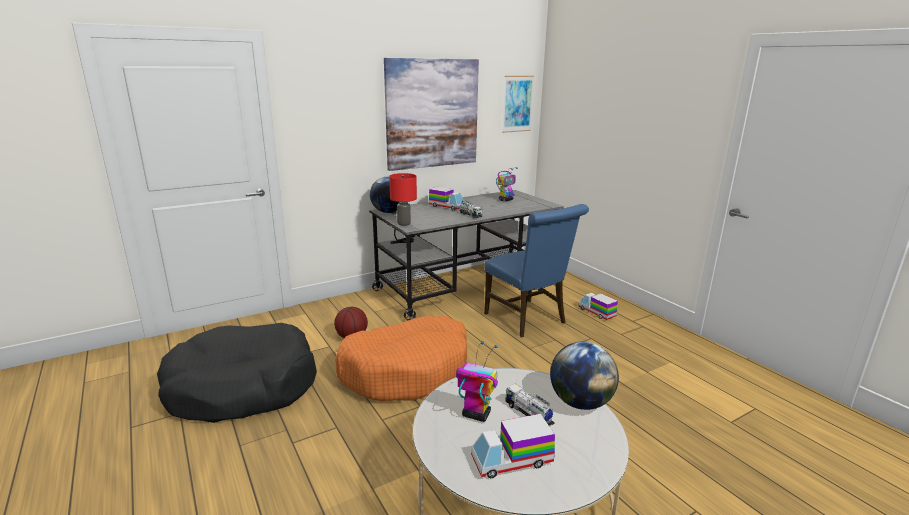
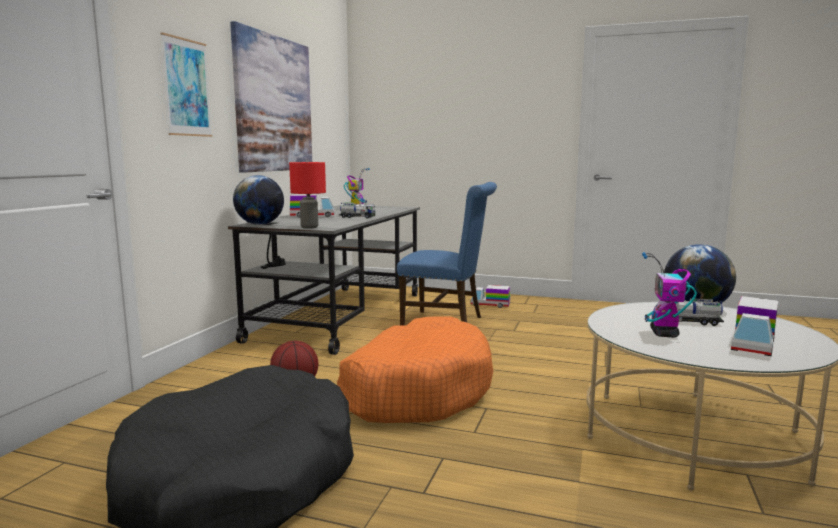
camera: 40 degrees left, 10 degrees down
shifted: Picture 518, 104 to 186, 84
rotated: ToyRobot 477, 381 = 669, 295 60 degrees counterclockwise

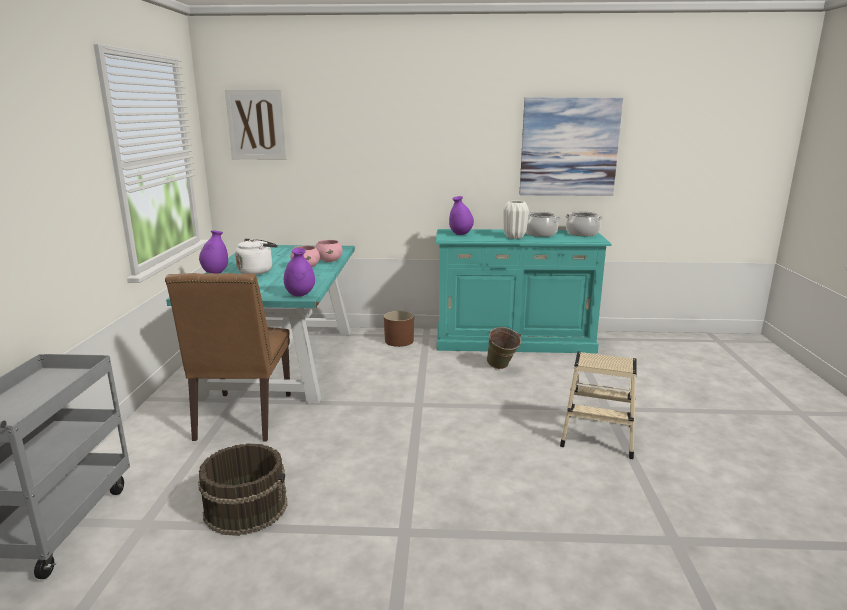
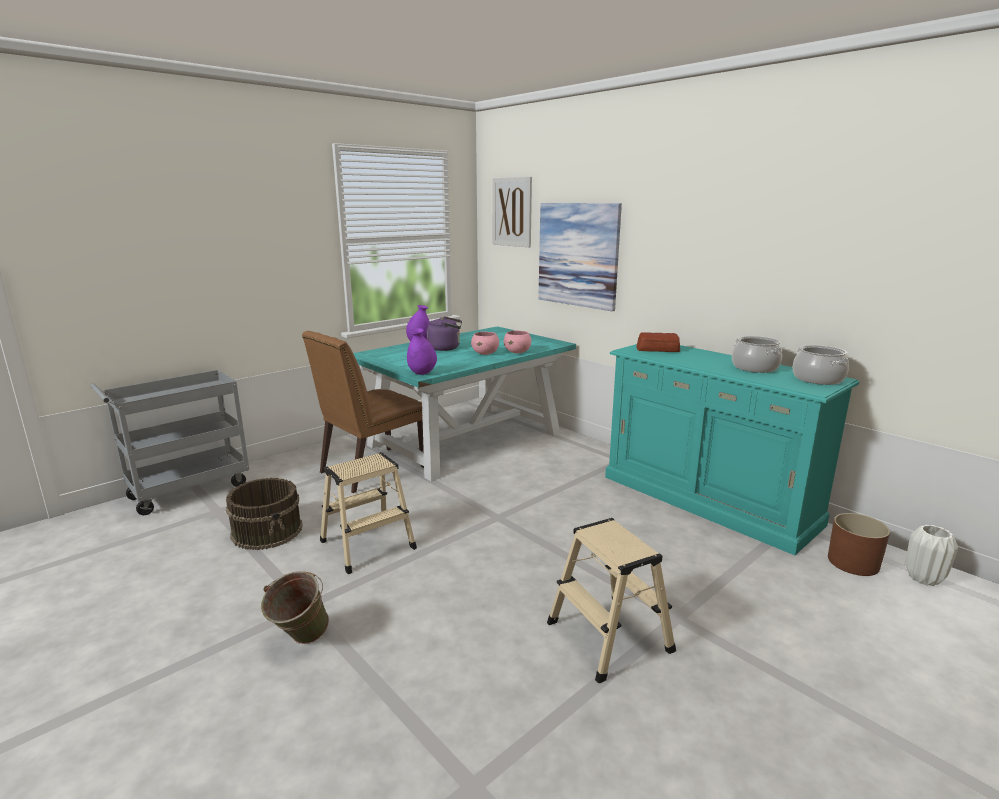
camera: 45 degrees right, 0 degrees up
new: BeigeStepLadder 368, 513
shifted: BrownPlanter 399, 329 to 859, 544; GreenBucket 504, 348 to 295, 607; WhiteVase 516, 220 to 932, 555; Picture 571, 146 to 580, 257
swapped: PurpleVase 461, 215 to Bread 658, 342
repainted: WhiteKettle 256, 256 to PurpleKettle 444, 334

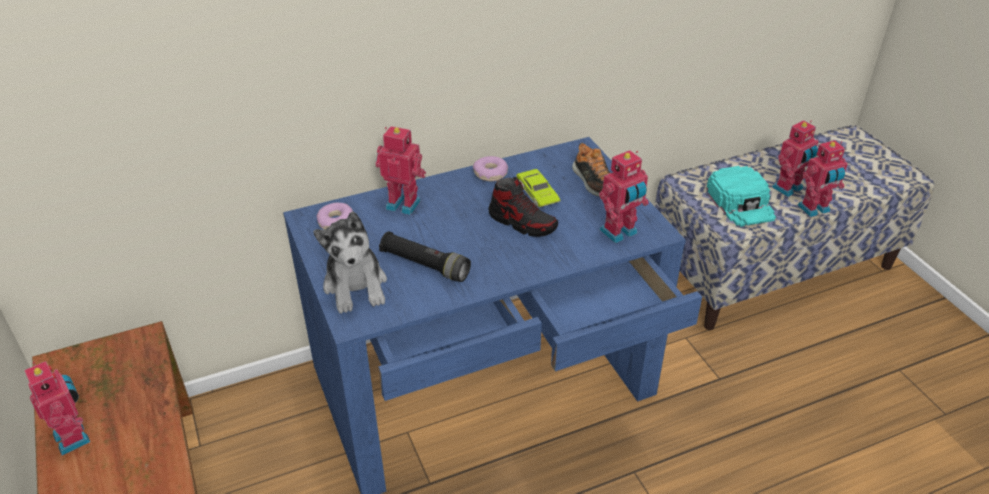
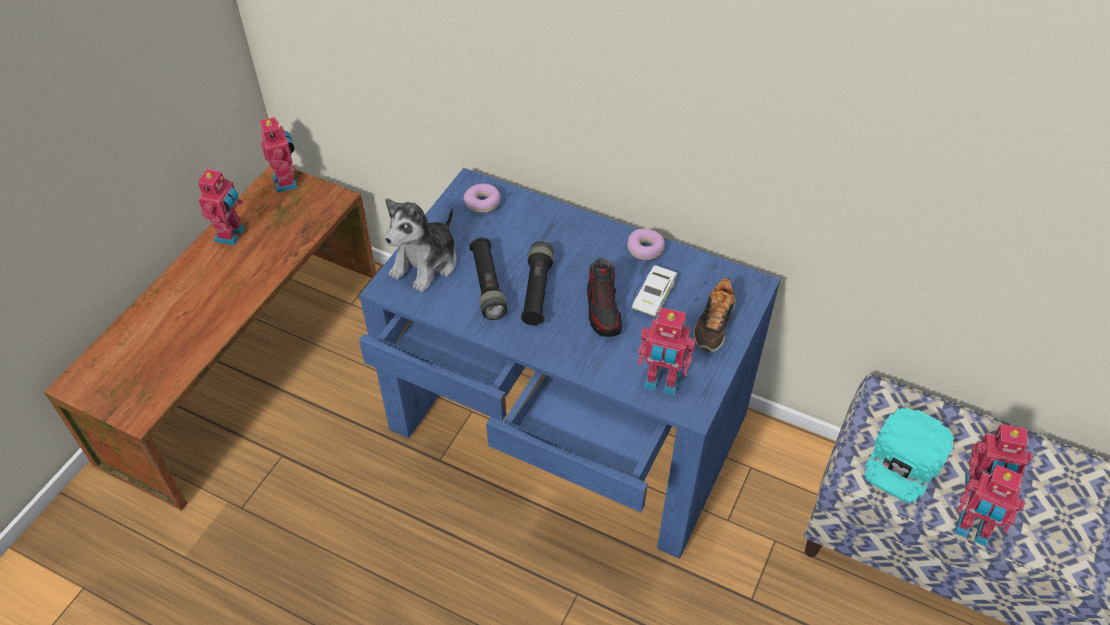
camera: 50 degrees right, 10 degrees up
new: BlackFlashlight 537, 283
shifted: ToyRobot 401, 170 to 279, 154
repainted: GreenToyCar 538, 188 to WhiteToyCar 654, 291

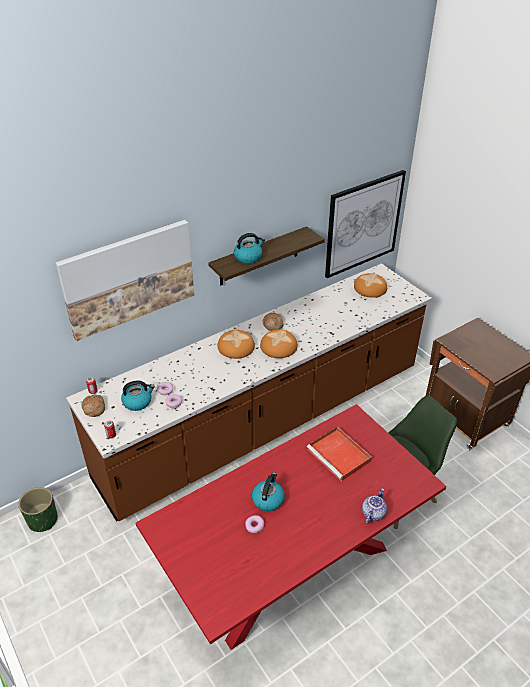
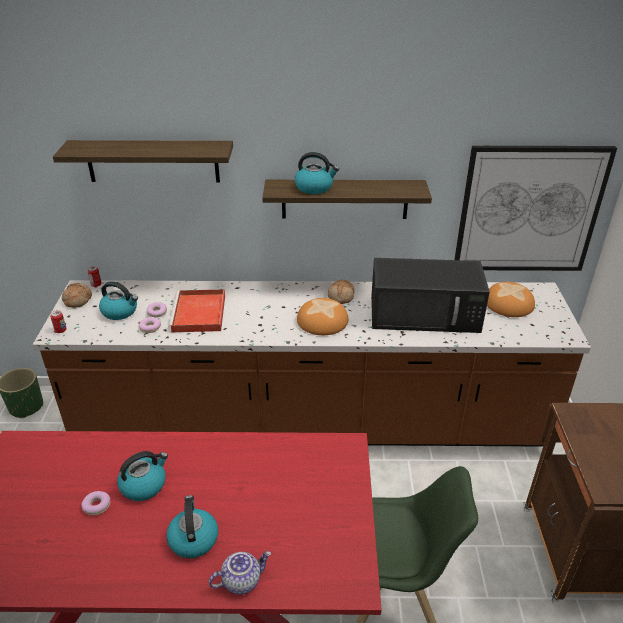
camera: 35 degrees right, 5 degrees down
gone: Bread 236, 344
new: Kettle 192, 526; BlackMicrowave 430, 295
shifted: RedTray 339, 453 to 196, 310
swapped: Picture 124, 280 to Shelf 143, 161

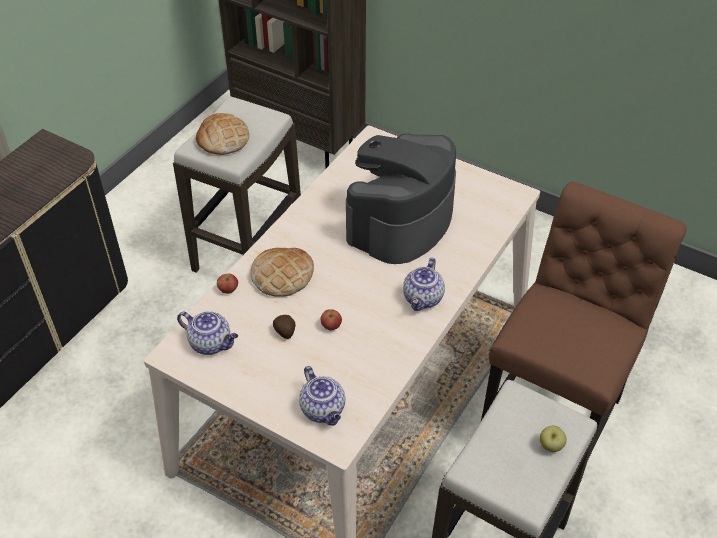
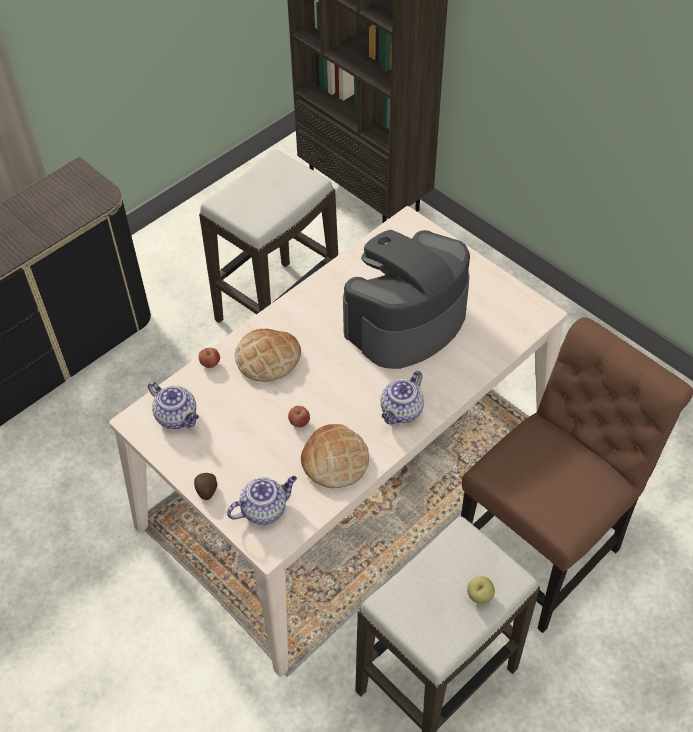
camera: 15 degrees right, 5 degrees up
shifted: Bread 222, 134 to 335, 456; Potato 284, 327 to 205, 486
rotated: Teapot 322, 396 = 262, 500 105 degrees counterclockwise

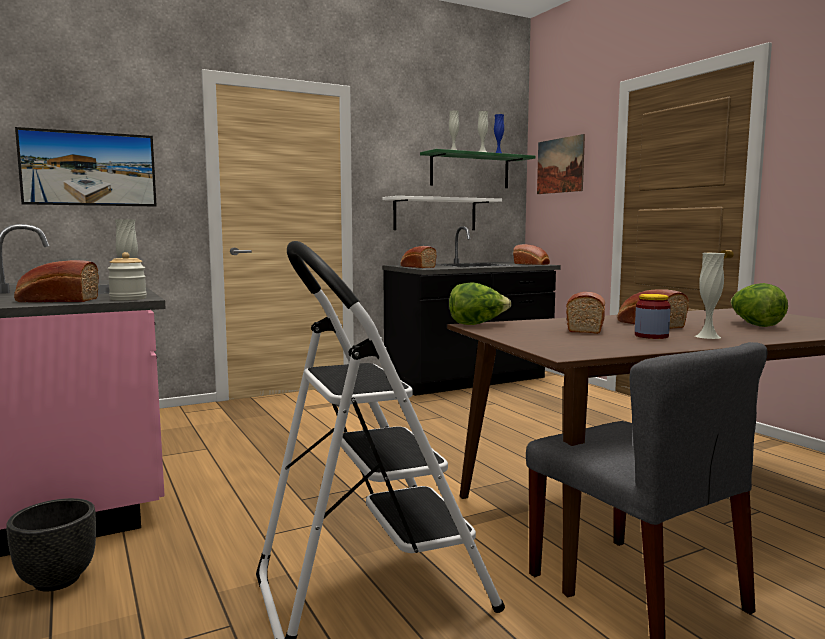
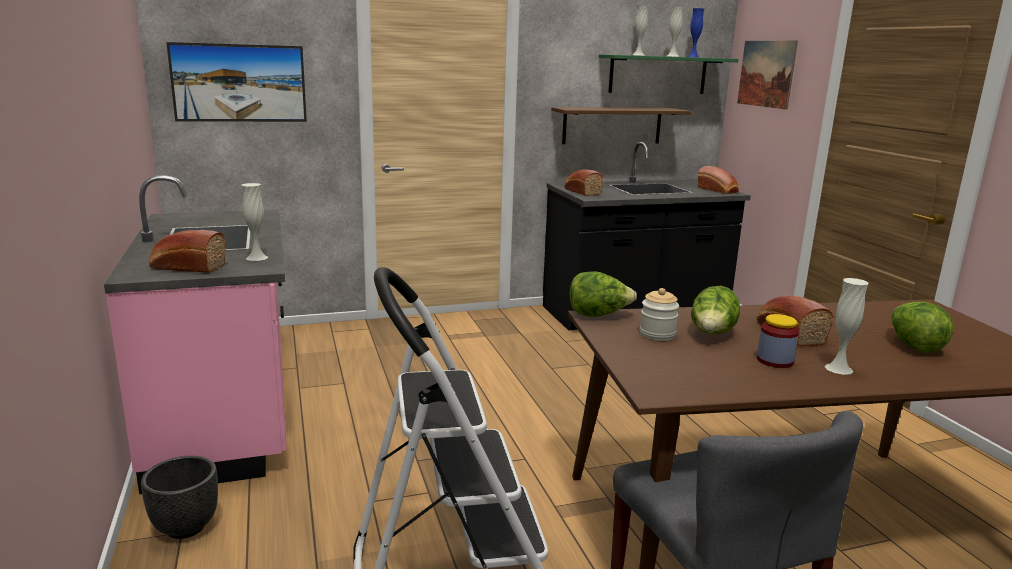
camera: 10 degrees right, 10 degrees up
shifted: Jar 127, 276 to 659, 314
swapped: Bread 585, 313 to Lettuce 715, 310
repainted: WhiteShelf 442, 213 to BrownShelf 621, 125

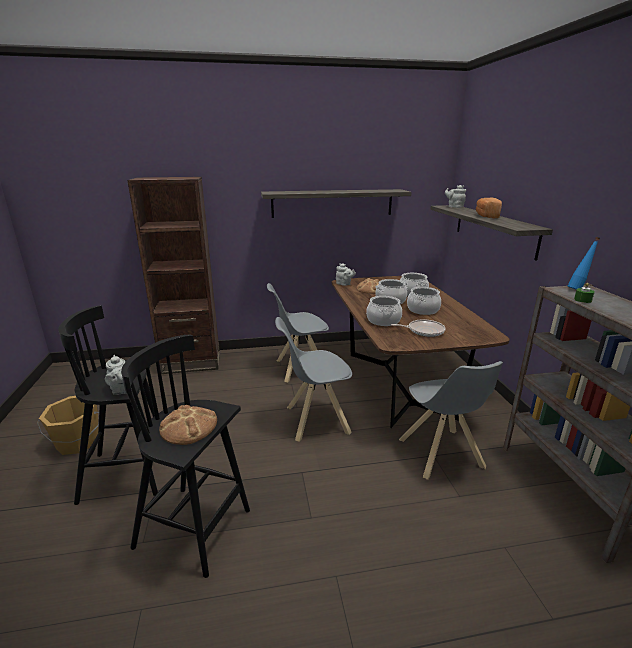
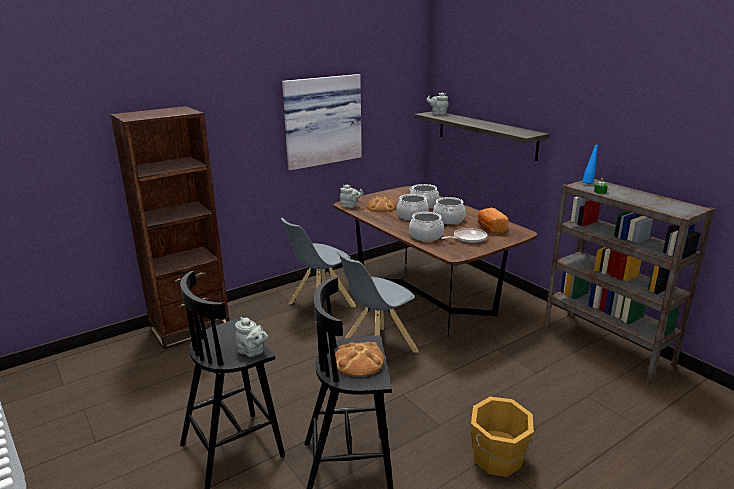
camera: 25 degrees left, 0 degrees up
gone: GreyChair 451, 420
shifted: OrangeBucket 68, 425 to 502, 437; Bread 489, 207 to 493, 220
swapped: Shelf 336, 203 to Picture 322, 122

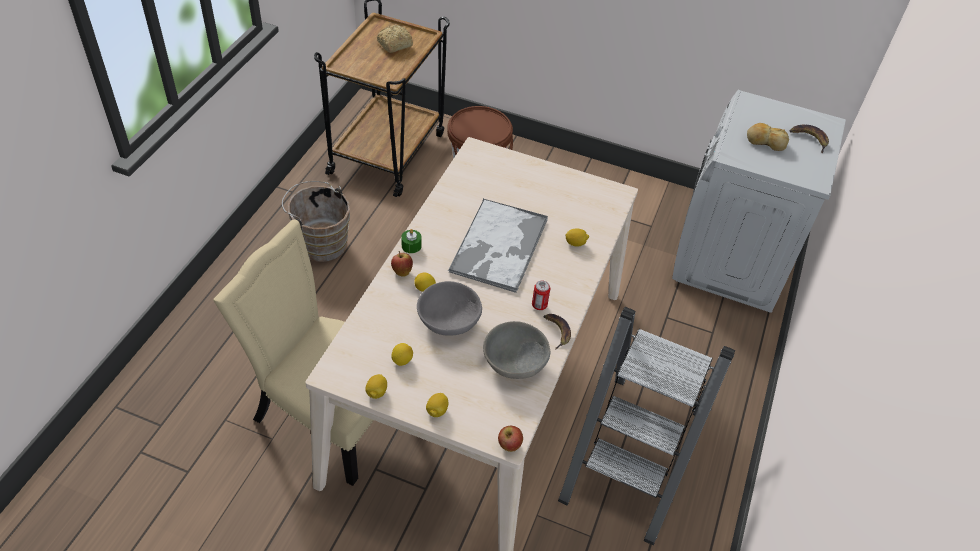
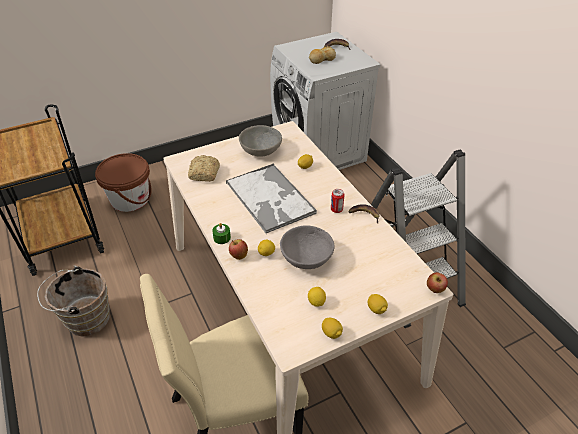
camera: 45 degrees left, 5 degrees down
shifted: Bread 395, 39 to 204, 168; GreyBowl 516, 350 to 260, 141

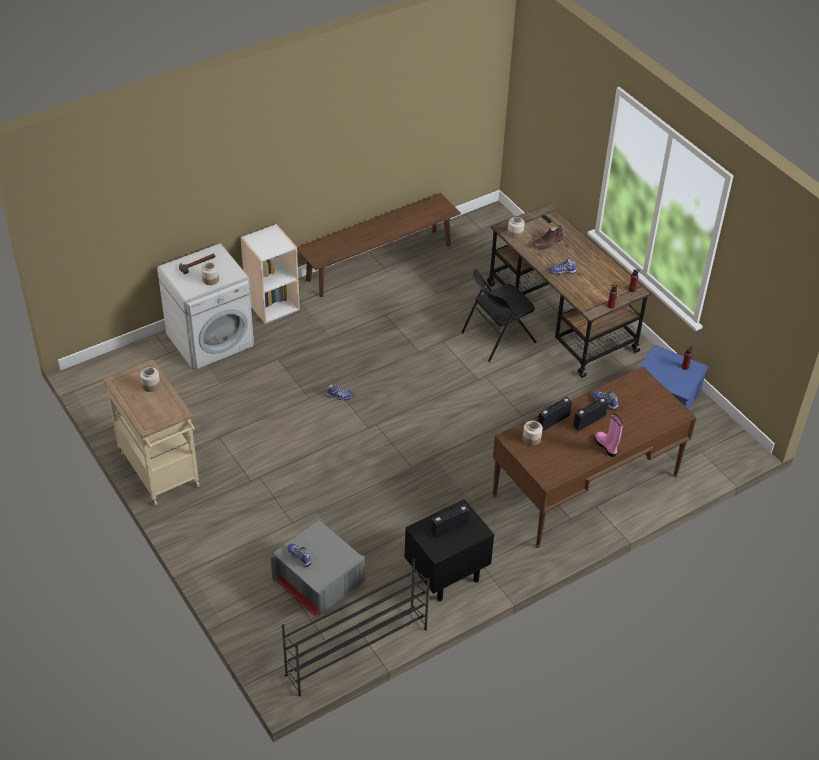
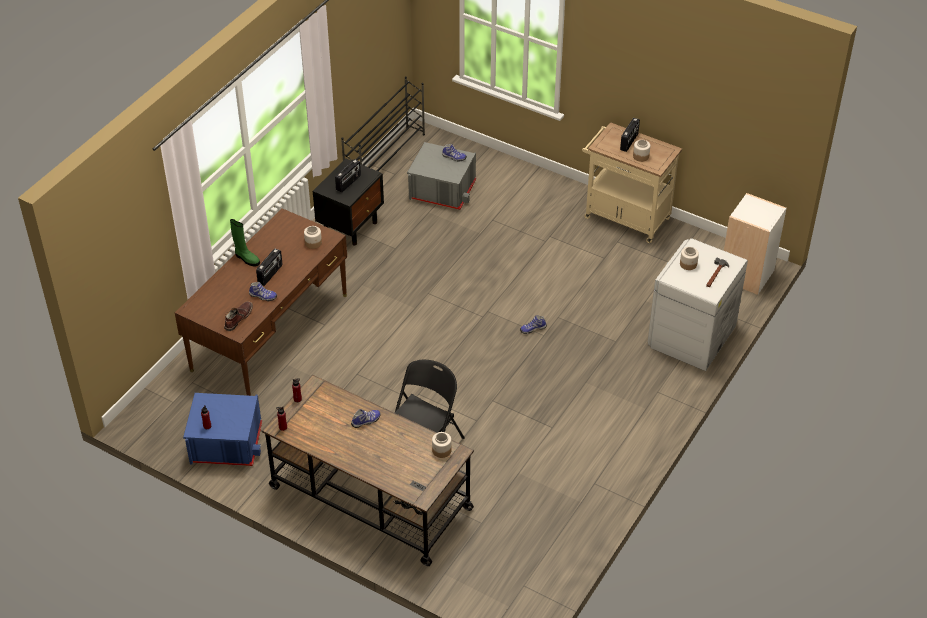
camera: 155 degrees right, 0 degrees up
gone: BrownBench 379, 245
shifted: Bookcase 270, 274 to 755, 244; BrownBoot 547, 237 to 238, 316; Radio 555, 414 to 630, 135
repainted: PinkBoot 609, 435 to GreenBoot 245, 243

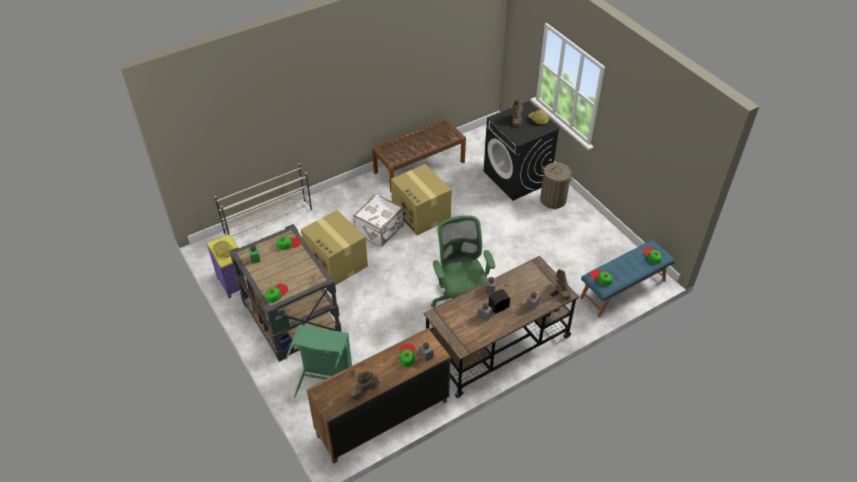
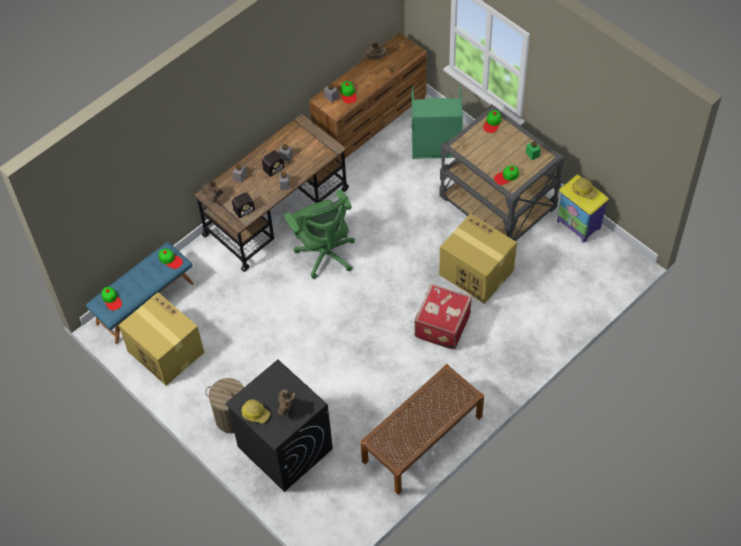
camera: 170 degrees right, 10 degrees up
gone: BeigeShoeRack 263, 199
new: Radio 239, 207
shifted: CardboardBox 421, 199 to 161, 339
repainted: WhiteSuitcase 378, 220 to RedSuitcase 443, 317

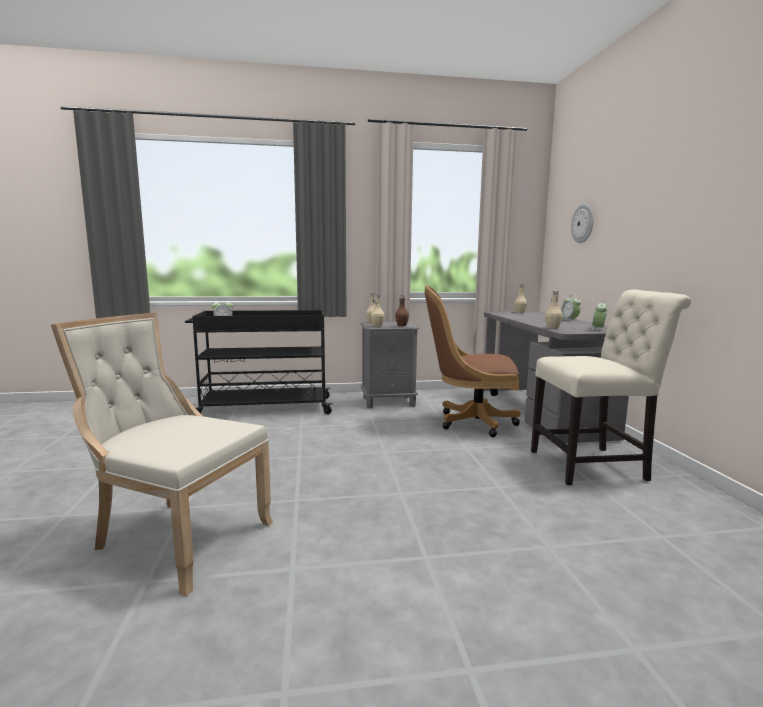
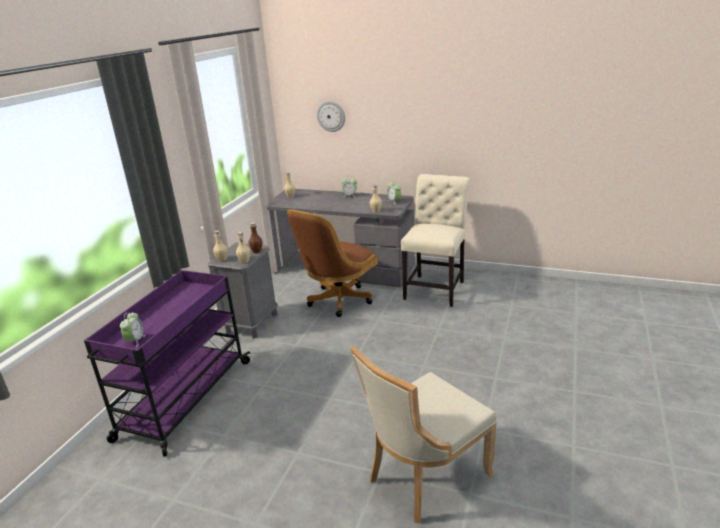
camera: 60 degrees left, 15 degrees up
repainted: BlackCart 259, 362 to PurpleCart 167, 363

